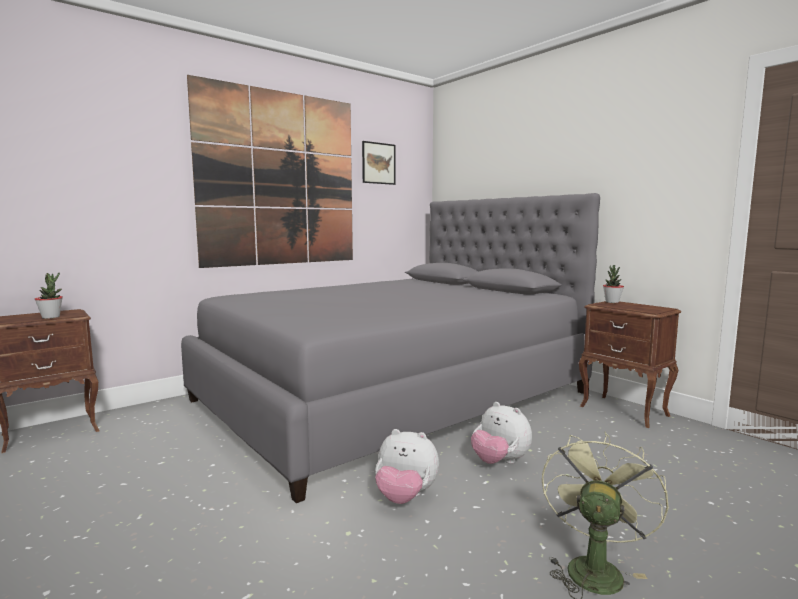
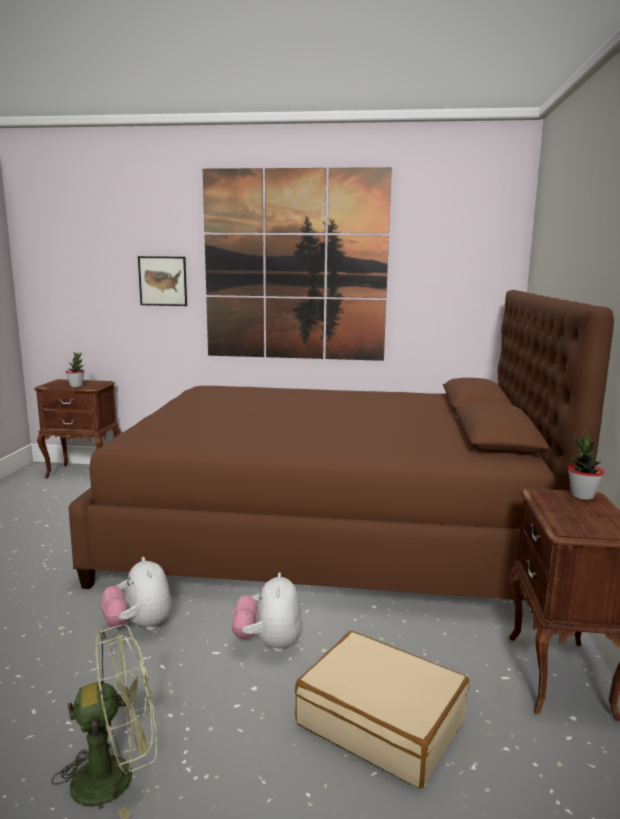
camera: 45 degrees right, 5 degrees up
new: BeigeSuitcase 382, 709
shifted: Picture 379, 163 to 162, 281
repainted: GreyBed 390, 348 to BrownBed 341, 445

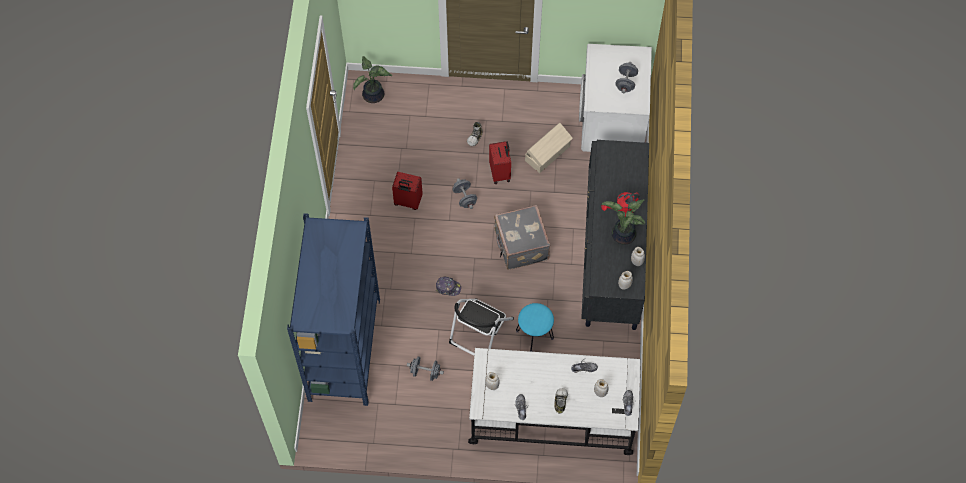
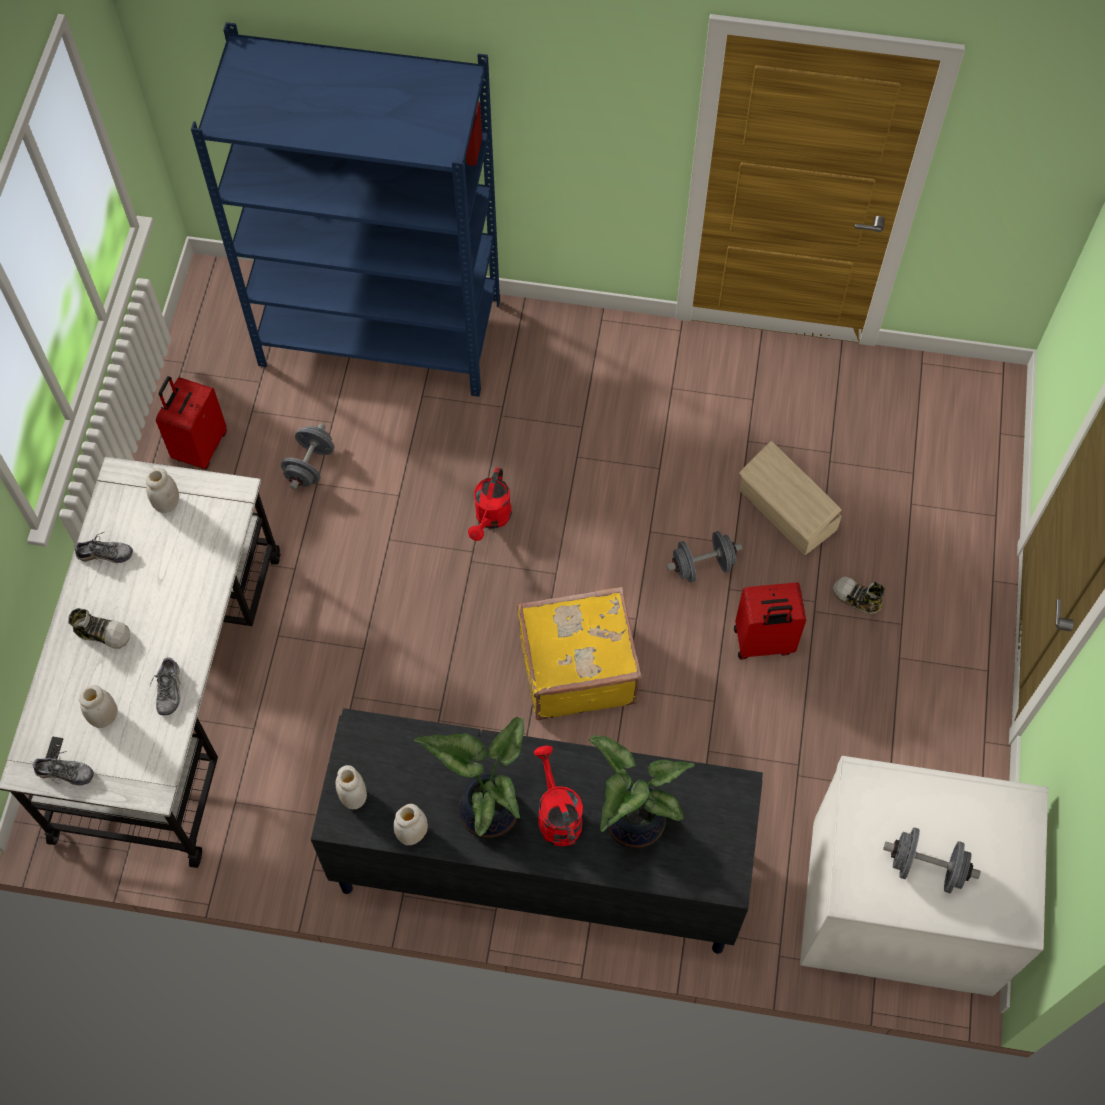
camera: 95 degrees right, 0 degrees up
gone: StepLadder 481, 327; TurquoiseStool 535, 327
shifted: PottedPlant 372, 79 to 642, 792; RedSuitcase 407, 191 to 191, 423; BeigeStorageBox 549, 148 to 790, 498
swapped: Cap 448, 286 to RedWateringCan 490, 504
repainted: GreySuitcase 522, 237 to YellowSuitcase 579, 653

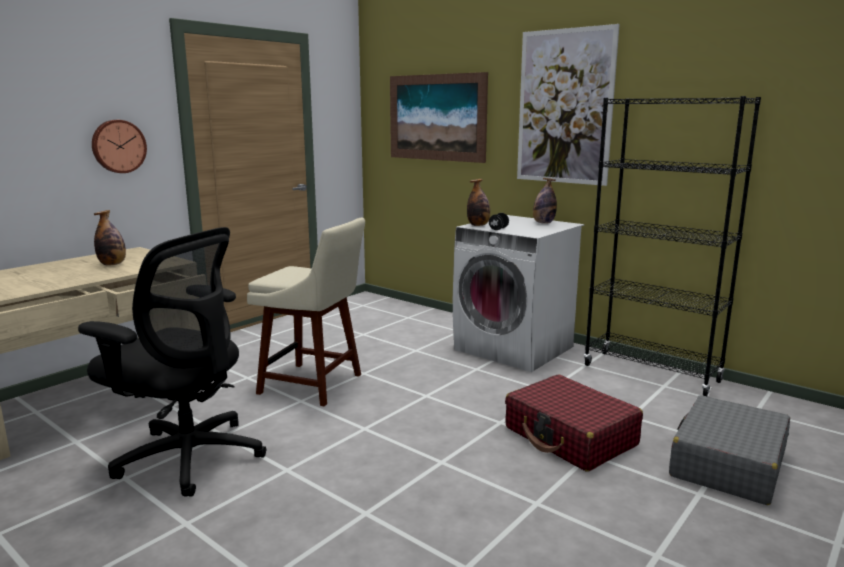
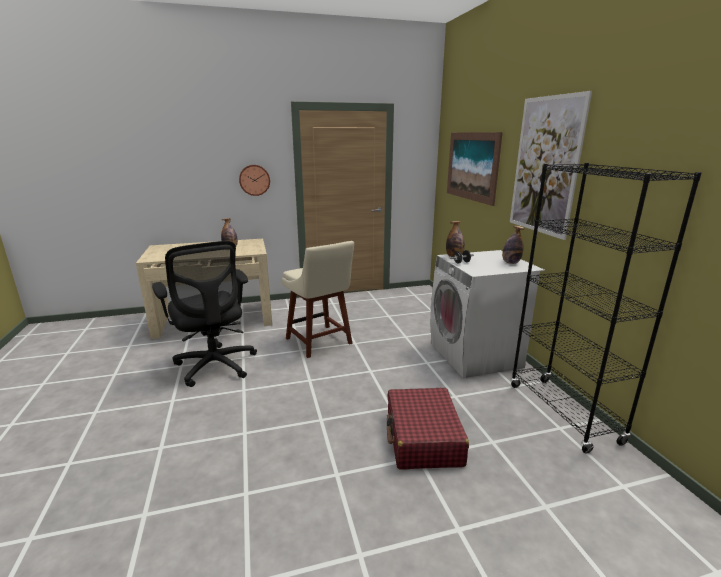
camera: 35 degrees right, 5 degrees up
gone: GreySuitcase 729, 450

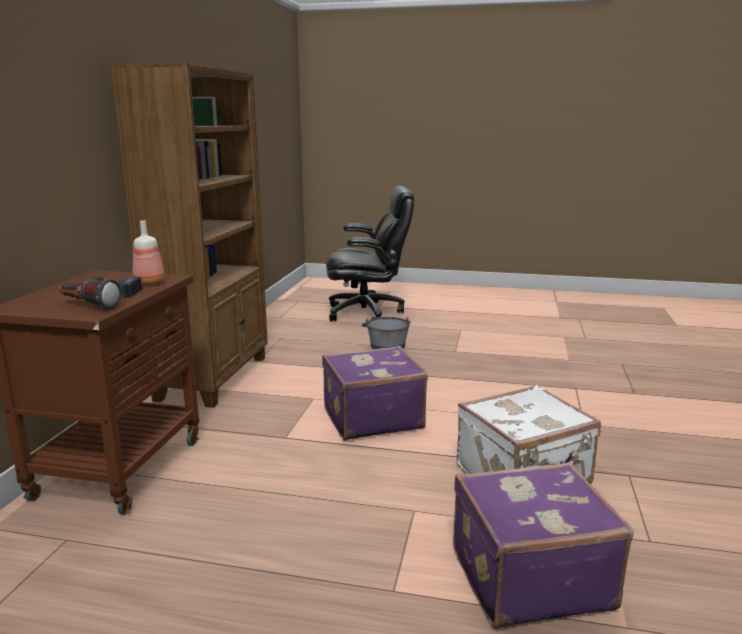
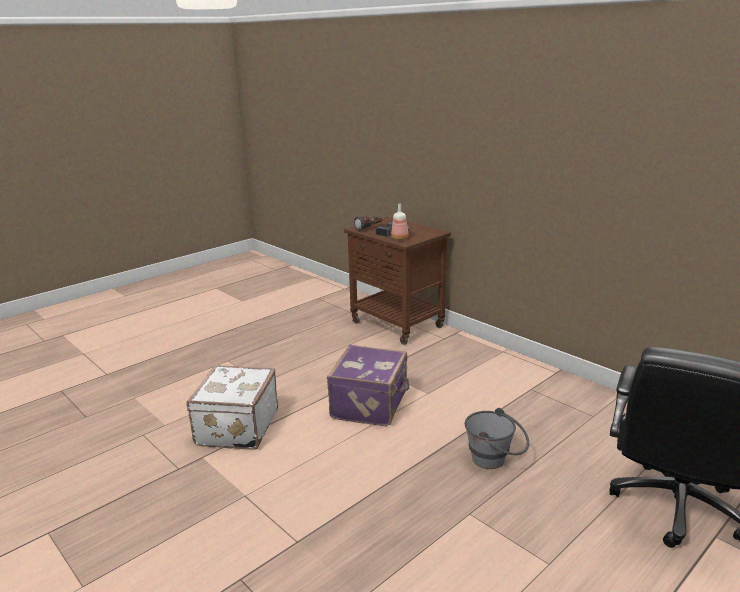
camera: 125 degrees right, 5 degrees up
gone: BrownBookcase 189, 235; PurpleSuitcase 543, 545

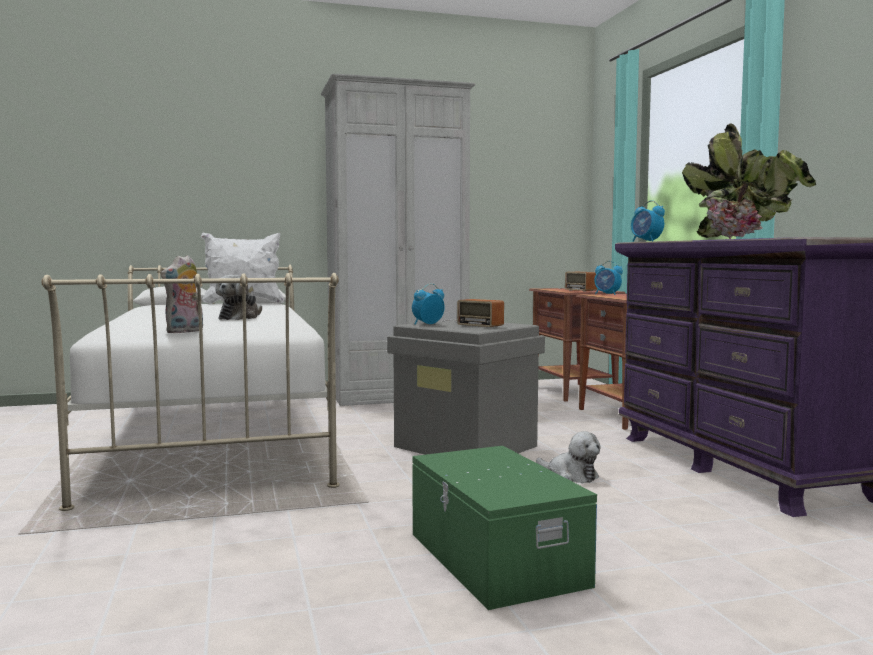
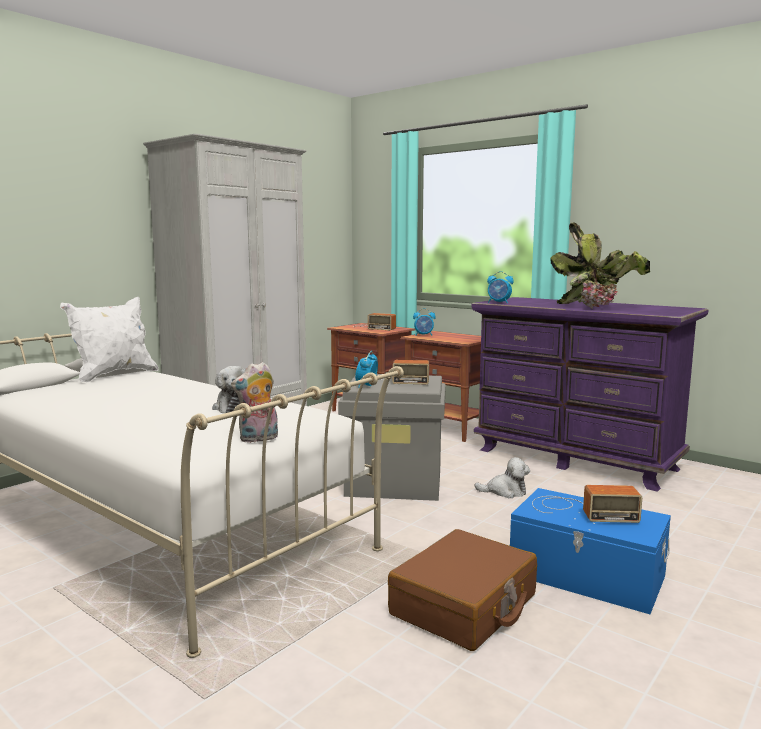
camera: 35 degrees left, 5 degrees up
new: BrownSuitcase 462, 590; Radio 587, 504
repainted: GreenStorageBox 504, 528 to BlueStorageBox 590, 551
rotated: PlushToy 182, 294 = 254, 402 60 degrees clockwise

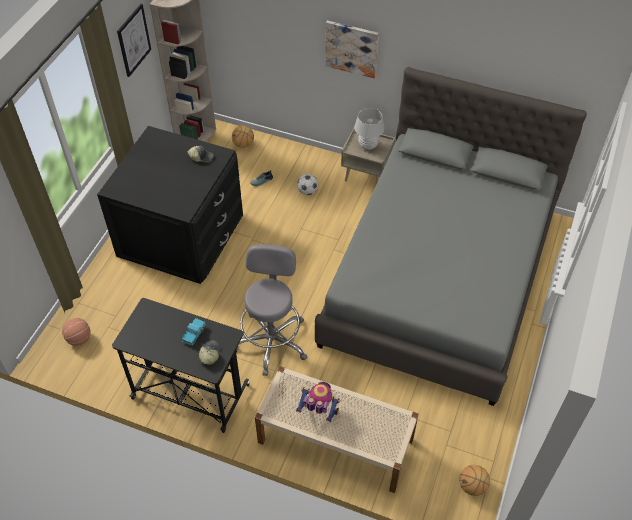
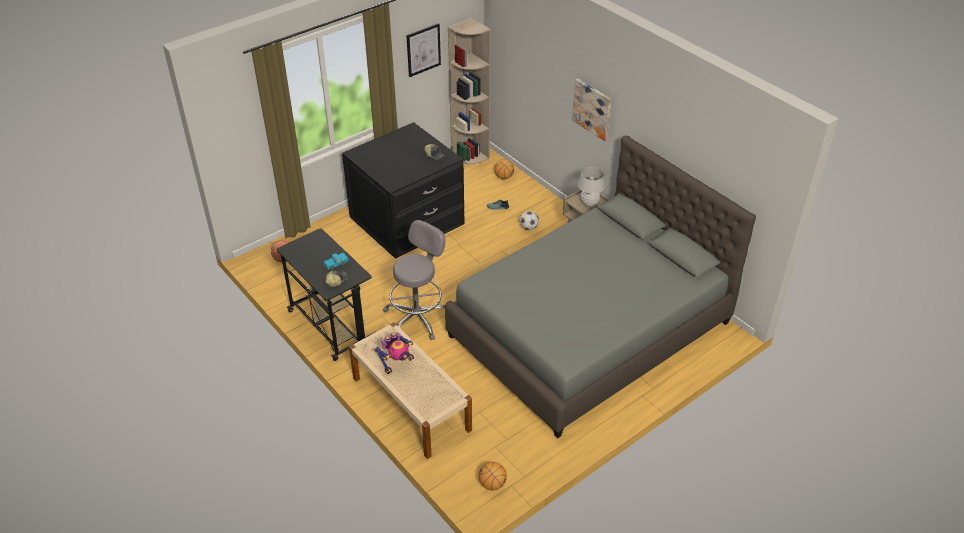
camera: 30 degrees right, 10 degrees down
rotated: ToyRobot 318, 402 = 394, 353 90 degrees clockwise

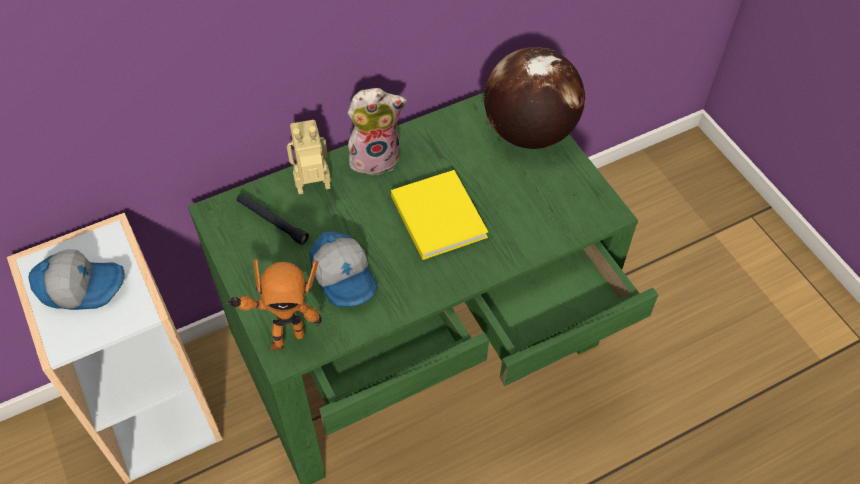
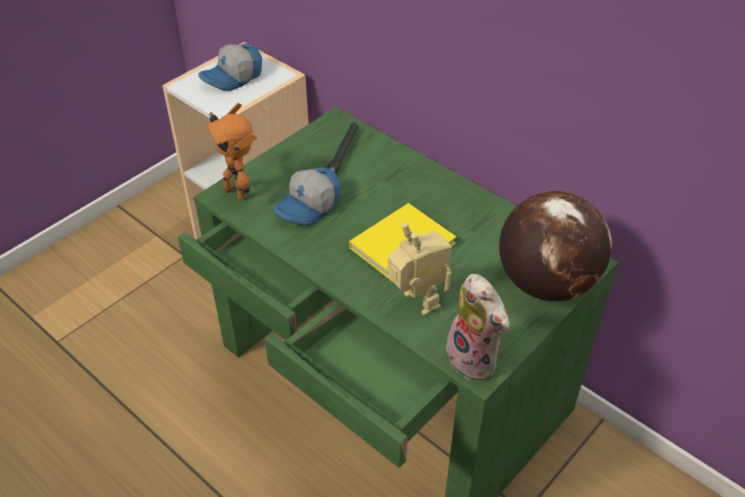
camera: 70 degrees right, 10 degrees down
shifted: ToyRobot 309, 157 to 420, 269; PlushToy 377, 132 to 478, 327
rotated: Cap 76, 279 = 230, 67 75 degrees clockwise

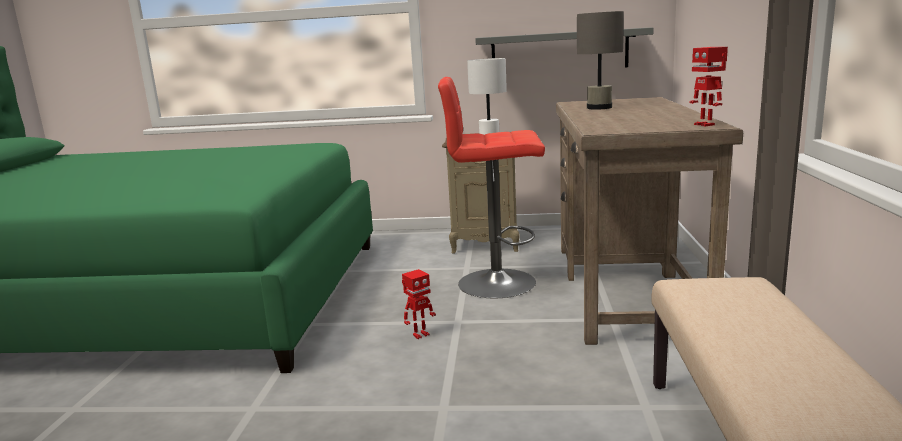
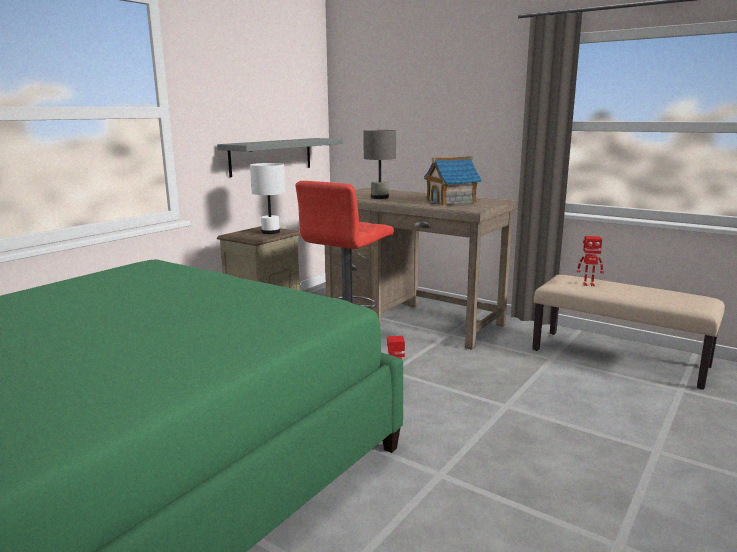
camera: 60 degrees left, 0 degrees up
new: ToyHouse 453, 181
shifted: ToyRobot 708, 87 to 590, 261

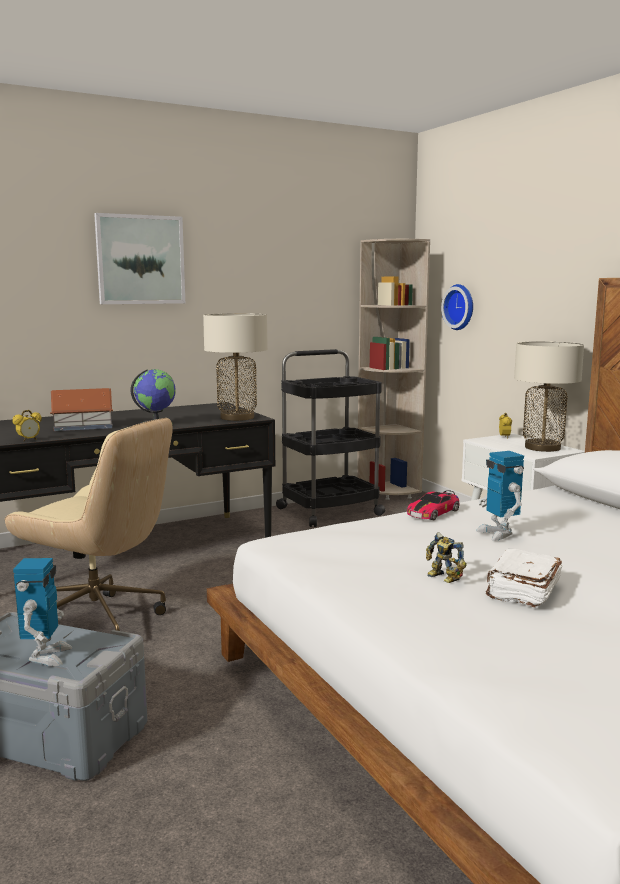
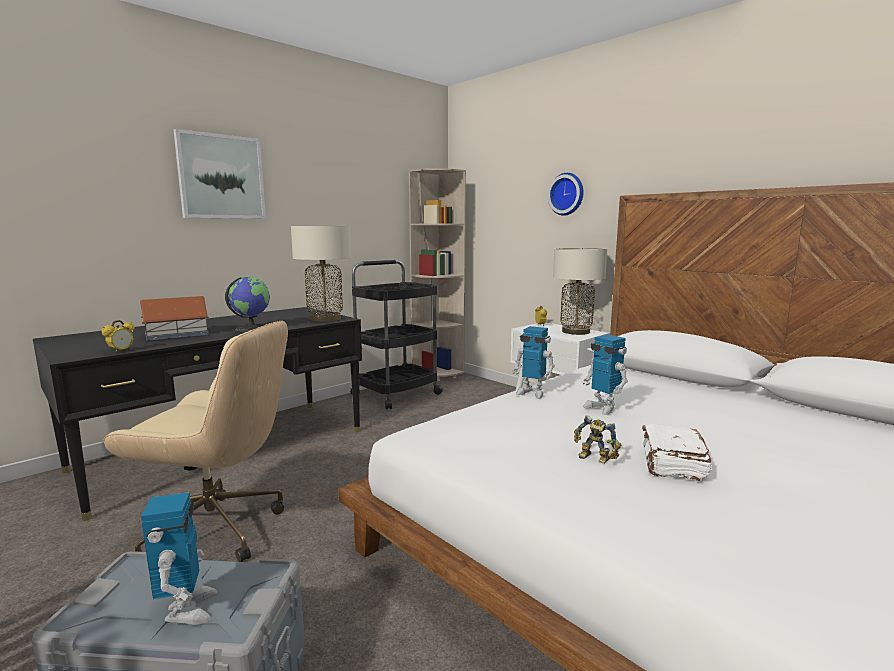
camera: 15 degrees left, 0 degrees up
shifted: WallClock 457, 307 to 565, 194
swapped: ToyCar 433, 505 to ToyRobot 533, 362

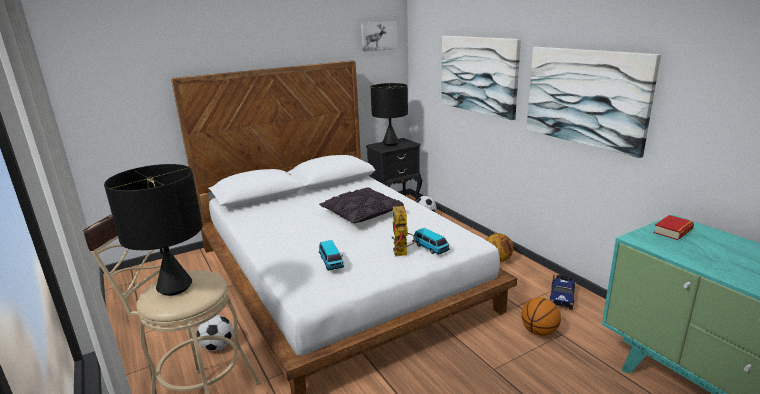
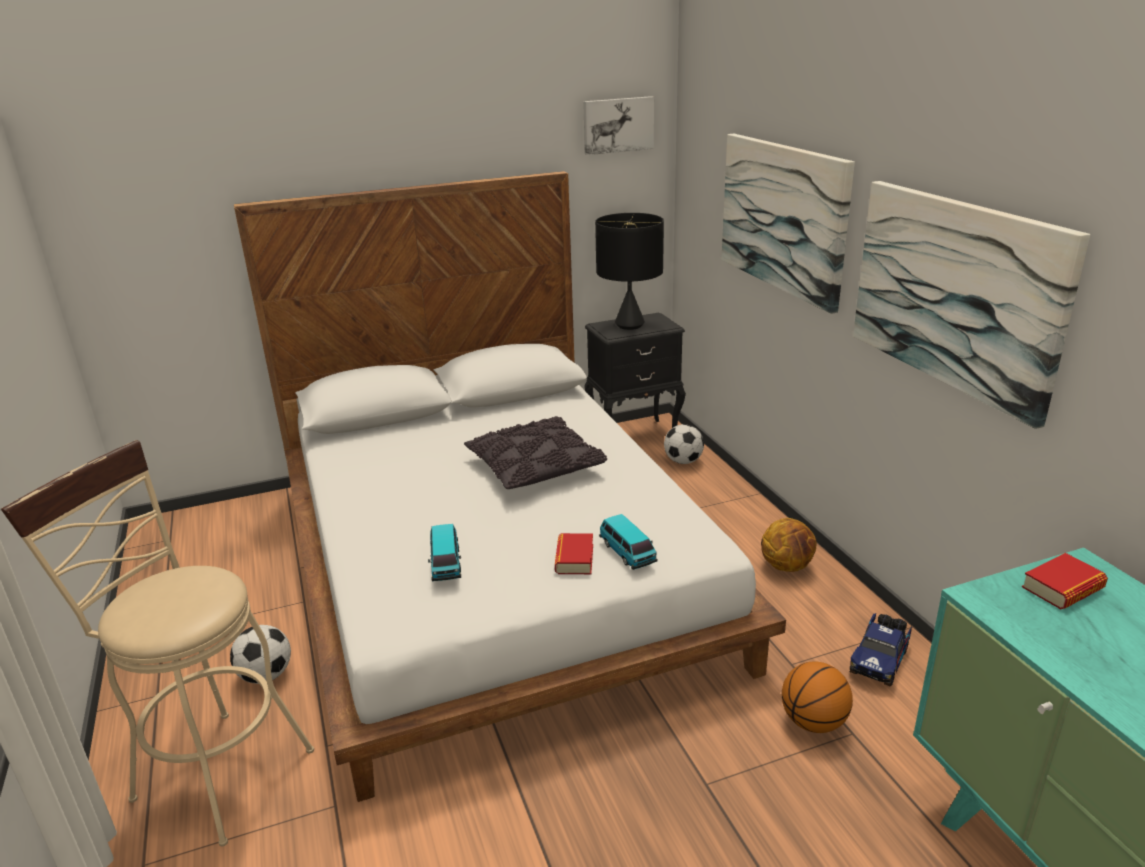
camera: 10 degrees right, 5 degrees up
gone: BlackTableLamp 153, 230
swapped: ToyRobot 404, 231 to Book 574, 553

